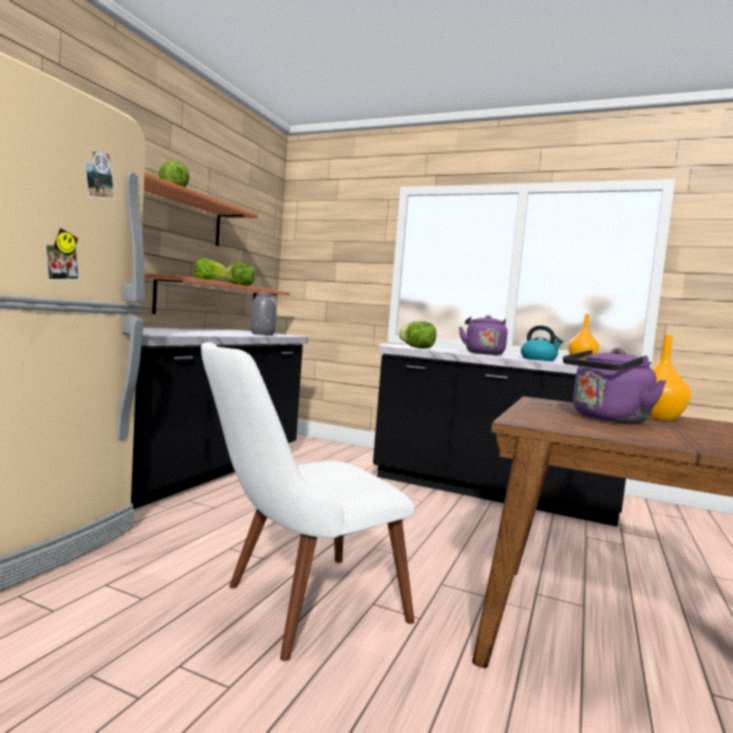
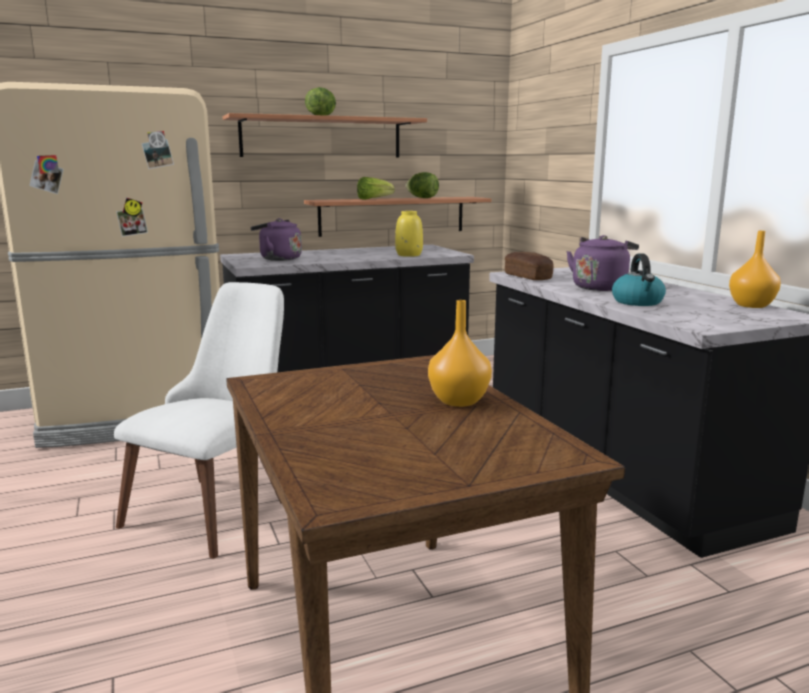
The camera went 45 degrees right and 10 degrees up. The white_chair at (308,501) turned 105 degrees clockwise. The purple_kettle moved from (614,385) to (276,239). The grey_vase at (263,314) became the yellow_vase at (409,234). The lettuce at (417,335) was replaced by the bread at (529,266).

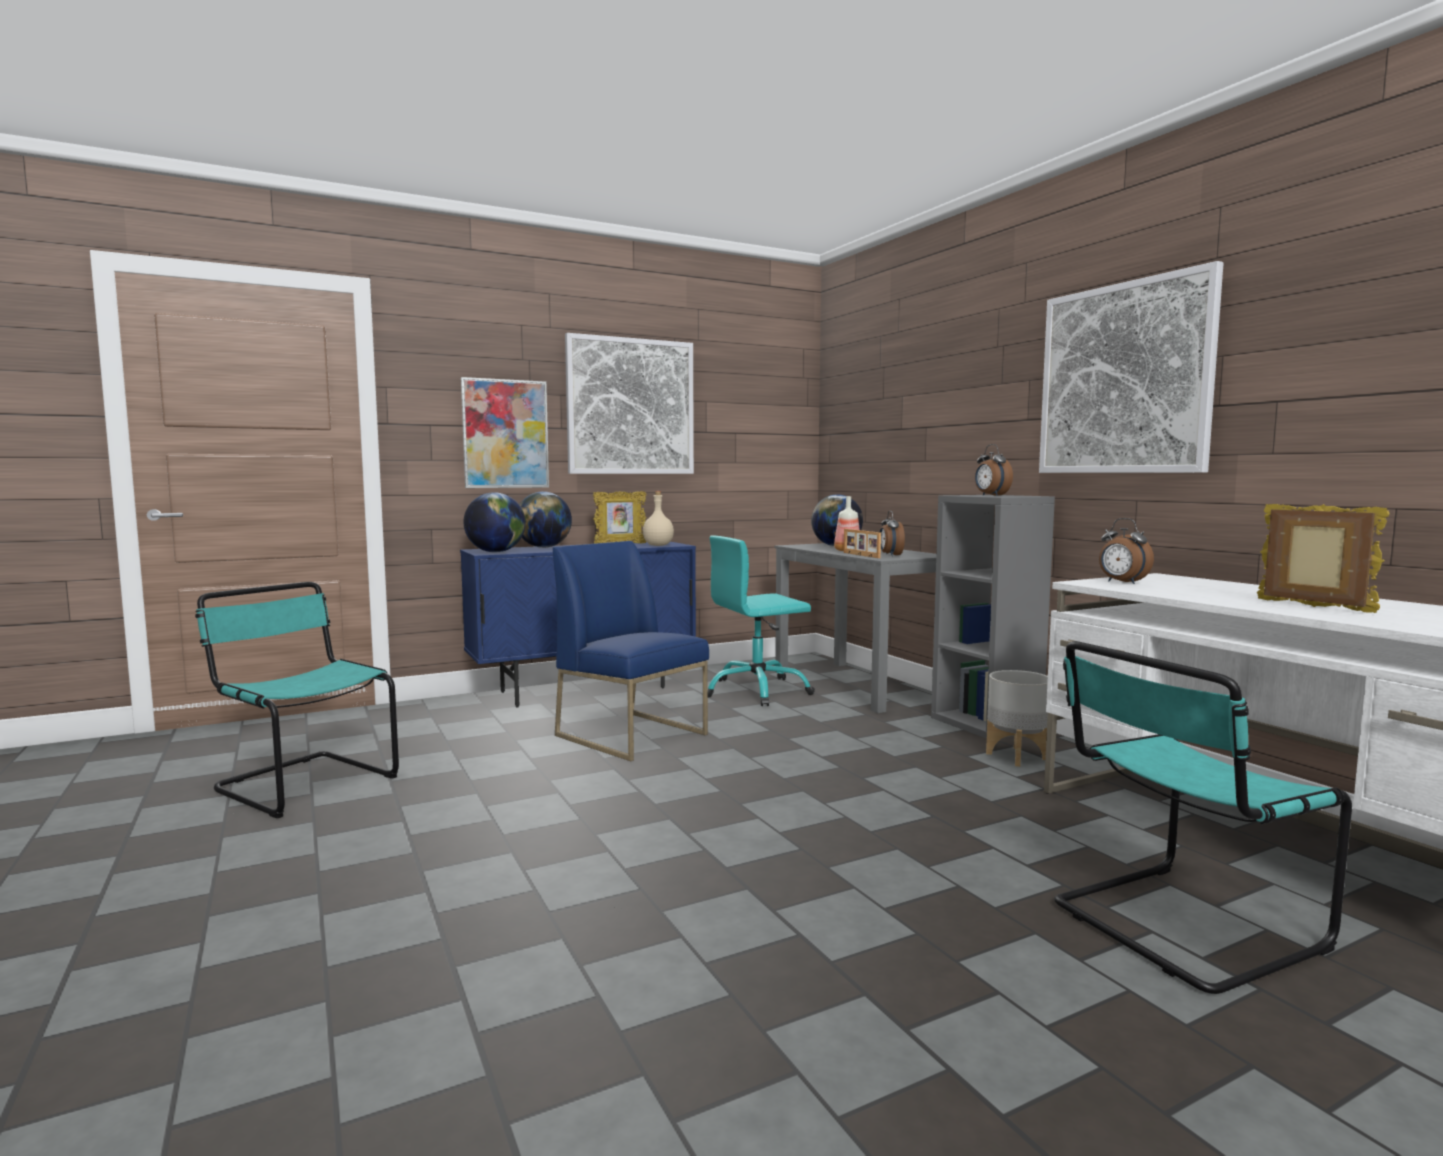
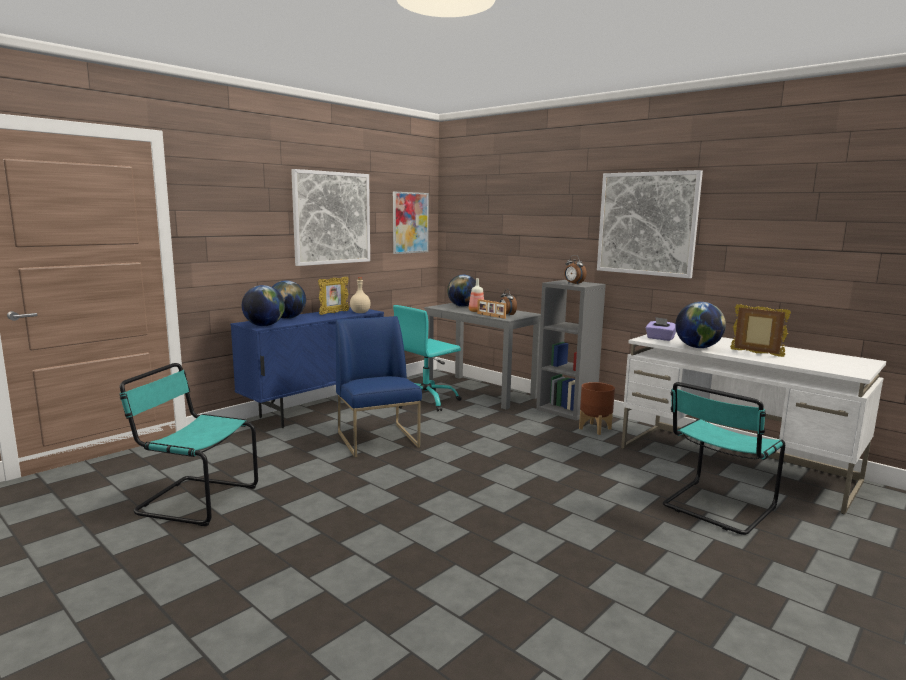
The camera went 20 degrees left and 5 degrees up. The blue_chair at (631,651) turned 45 degrees clockwise. The picture moved from (505,432) to (411,223). The grey_planter at (1017,718) became the brown_planter at (597,408). The alarm_clock at (1126,551) was replaced by the purple_tissue_box at (660,329). The globe at (700,325) appeared.

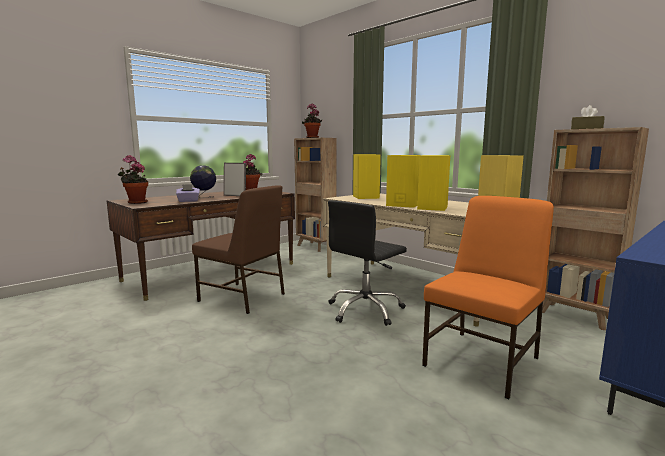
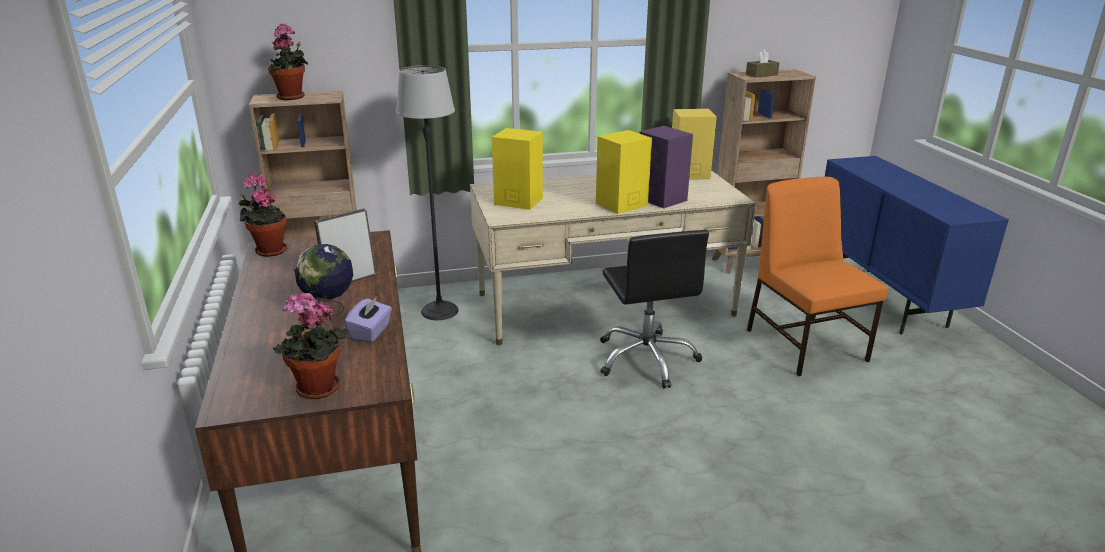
The camera went 60 degrees left and 15 degrees up. The floor_lamp at (427,192) appeared. The yellow_speaker at (433,183) became the purple_speaker at (666,167). The brown_chair at (238,249) disappeared.

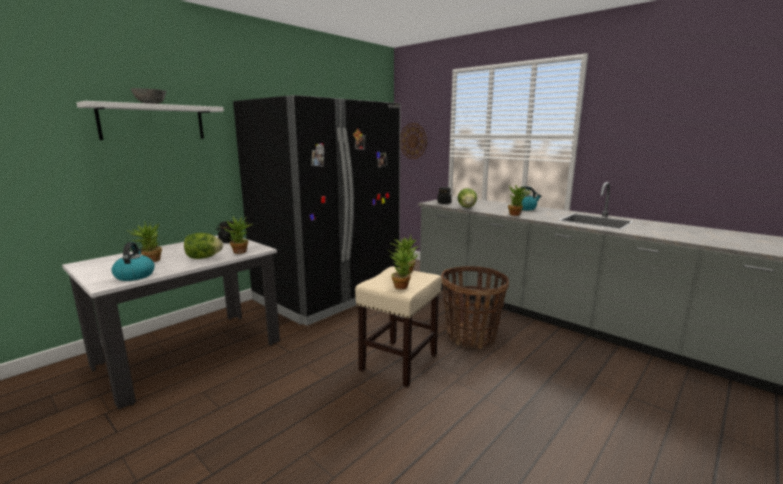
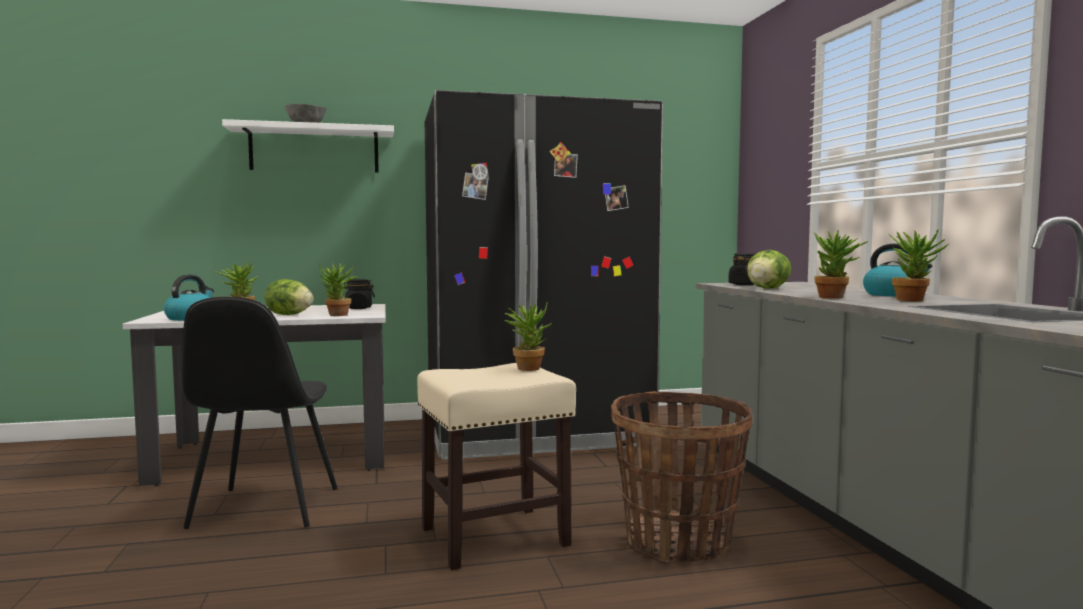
The camera went 35 degrees right and 10 degrees down. The black_chair at (259,413) appeared. The potted_plant moved from (403,269) to (918,265). The wall_clock at (413,141) disappeared.

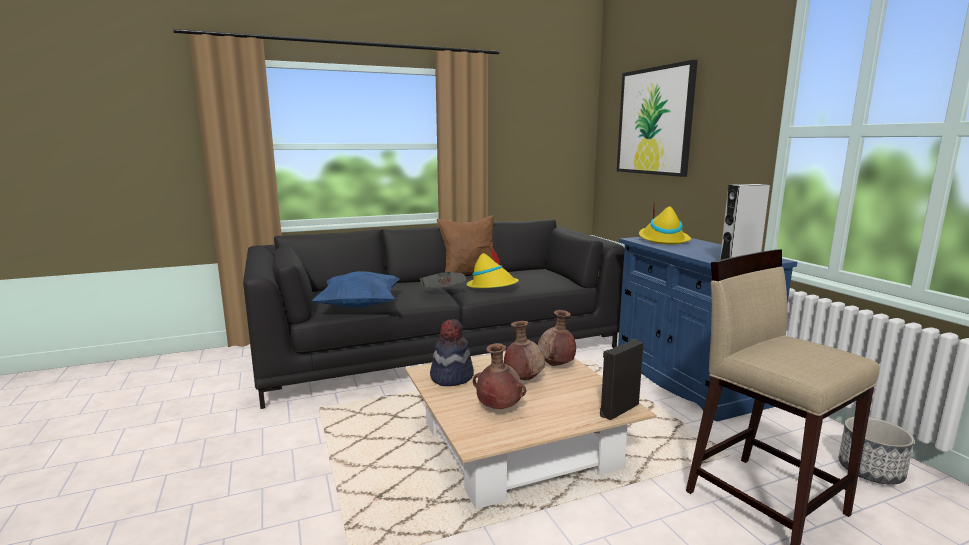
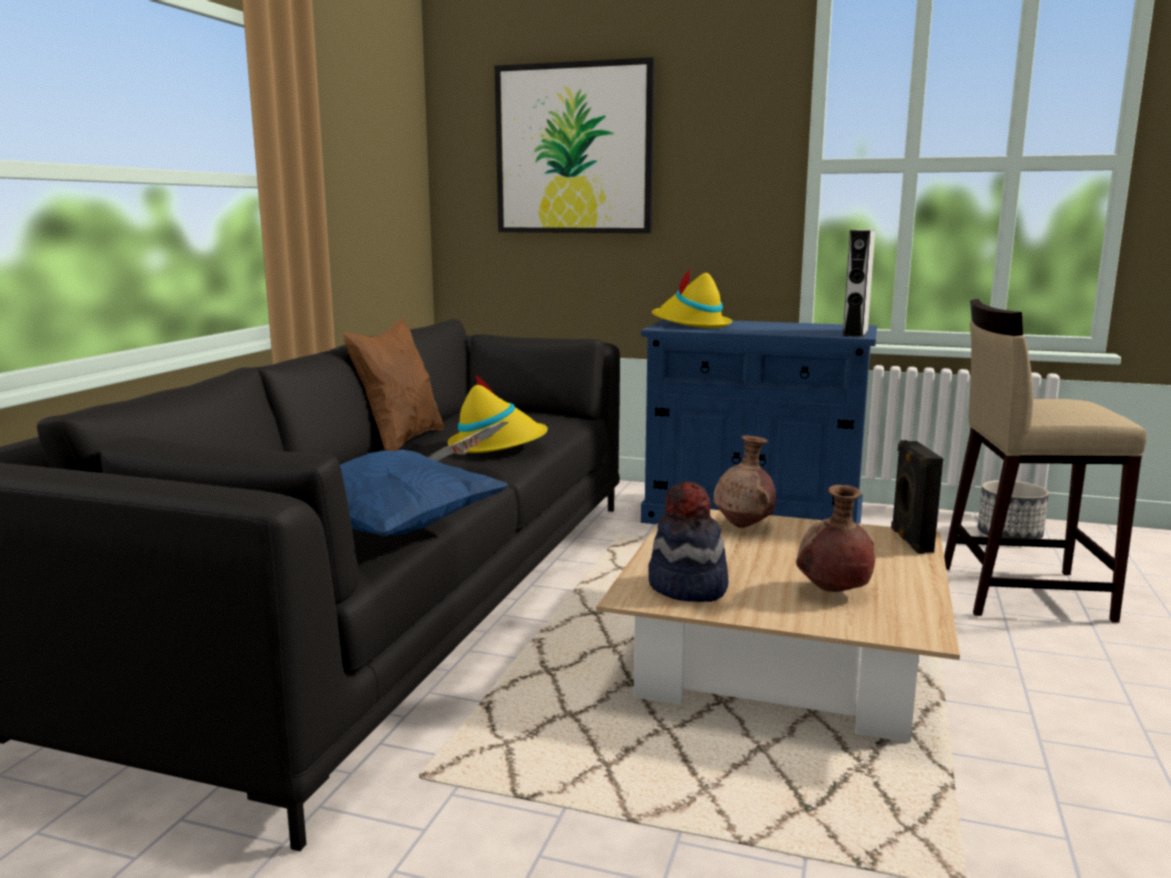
The camera went 50 degrees left and 0 degrees up. The brown_vase at (524,350) disappeared.

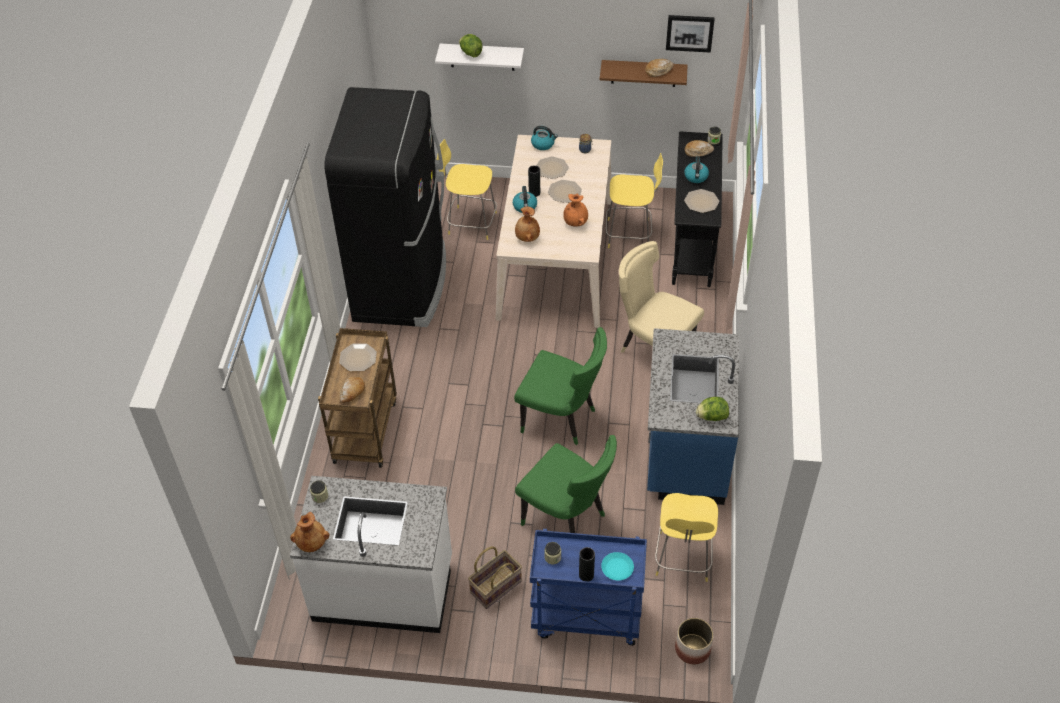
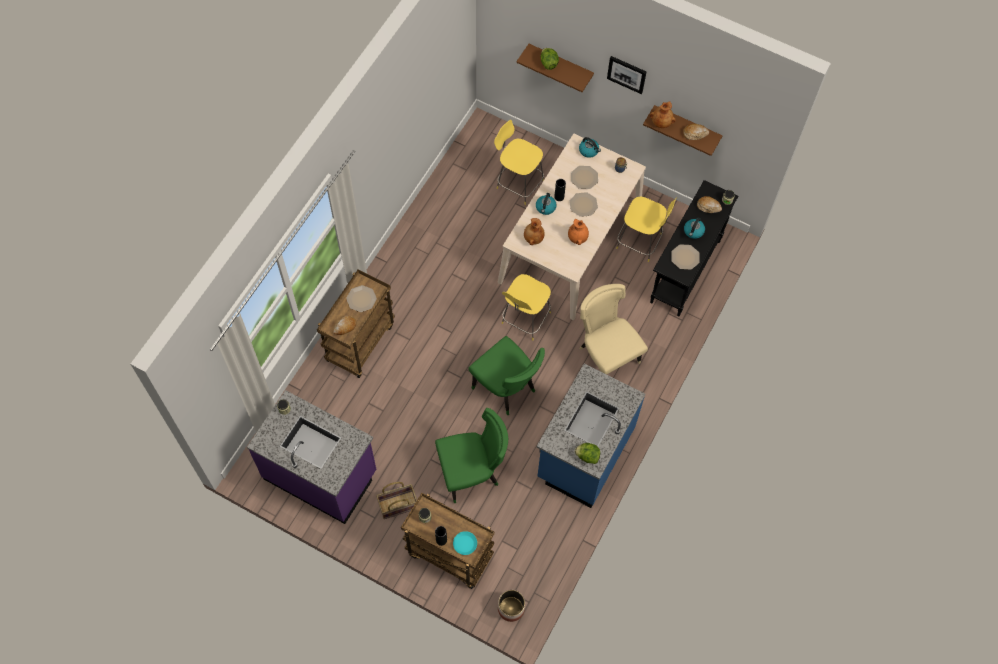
The camera went 20 degrees right and 15 degrees up. The white_counter at (371,554) became the purple_counter at (311,457). The blue_cart at (588,587) became the brown_cart at (448,541). The green_chair at (566,484) turned 75 degrees counterclockwise. The yellow_stool moved from (686,537) to (526,307). The white_shelf at (479,57) became the brown_shelf at (555,68). The picture moved from (690,34) to (626,75). The brown_vase moved from (309,532) to (663,115). The black_fridge at (385,207) disappeared.

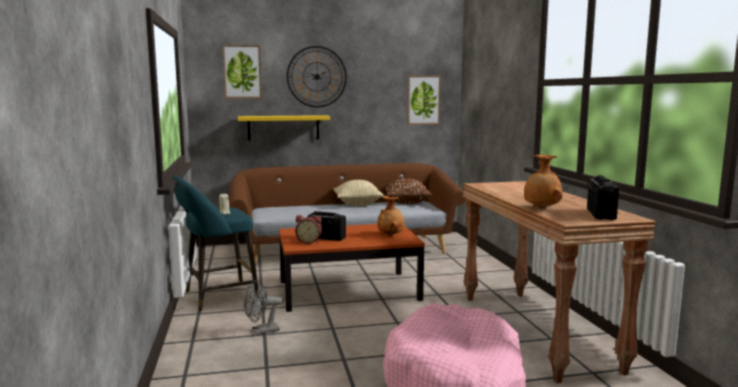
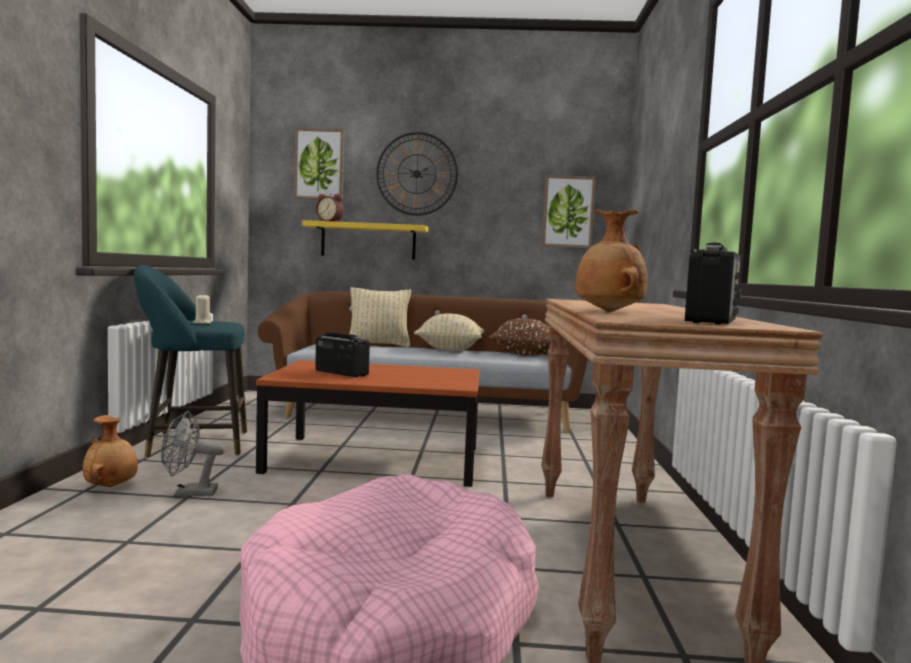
The camera went 15 degrees right and 5 degrees down. The brown_vase moved from (390,215) to (110,451). The alarm_clock moved from (308,229) to (330,208). The beige_pillow at (380,317) appeared.

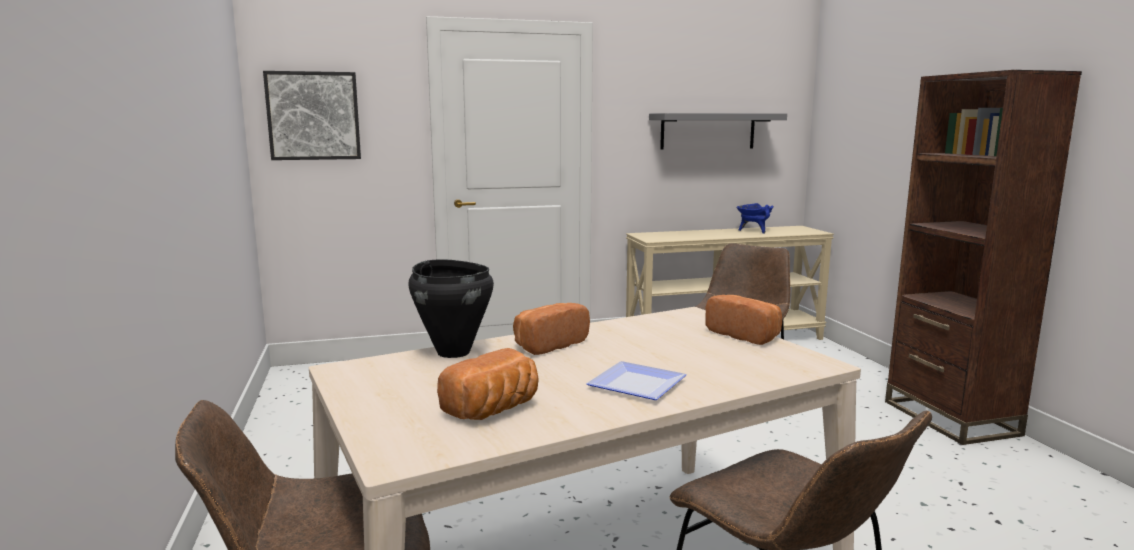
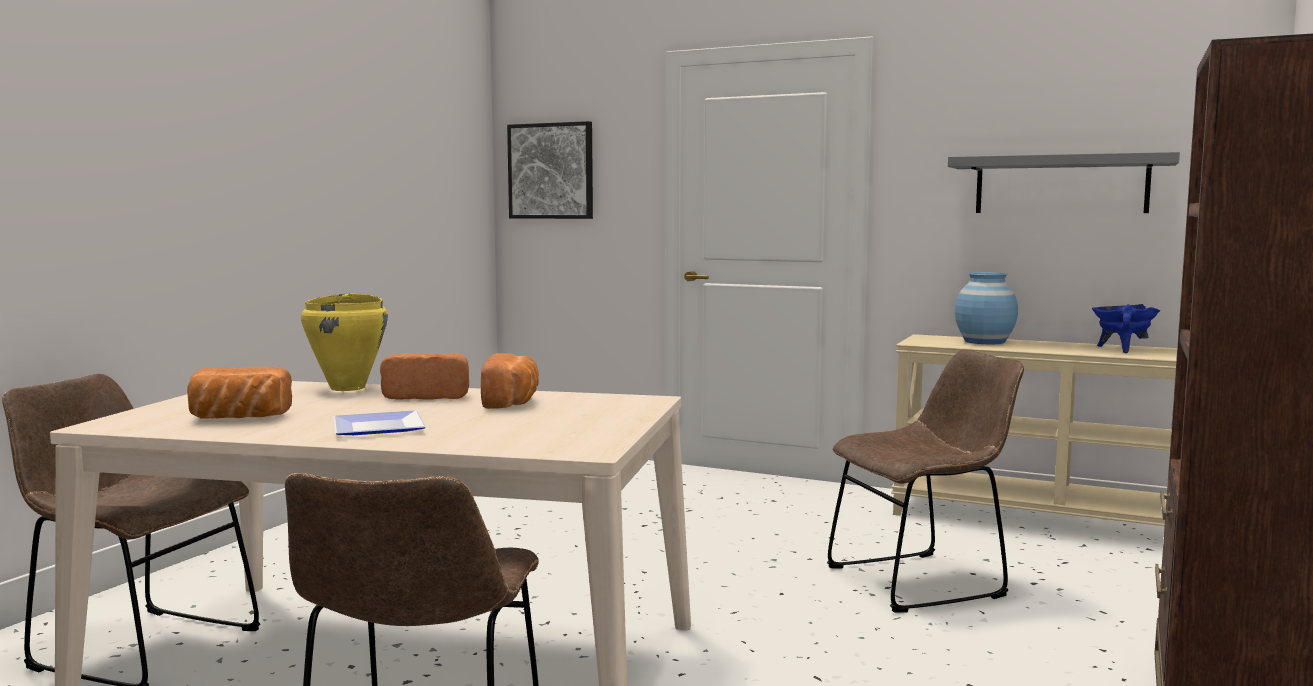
The camera went 40 degrees right and 5 degrees down. The black_cooking_pot at (451,308) became the yellow_cooking_pot at (344,342). The bread moved from (743,320) to (510,381). The blue_vase at (986,308) appeared.

